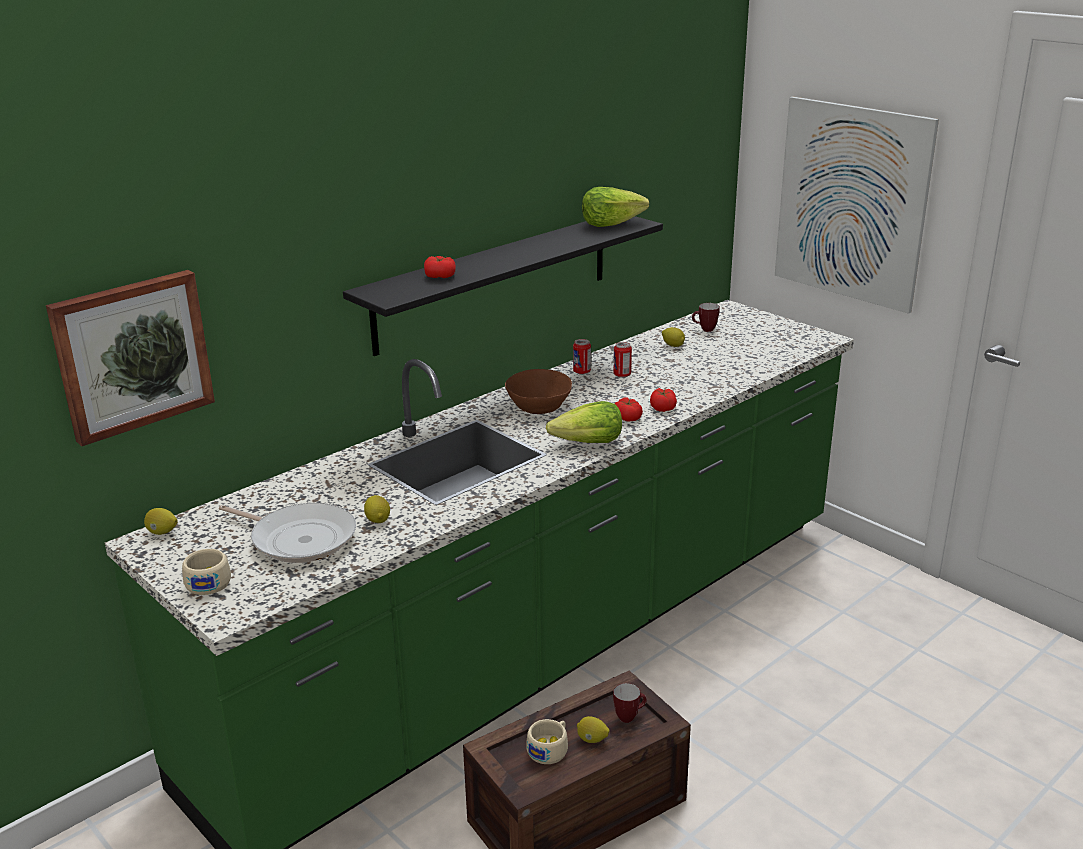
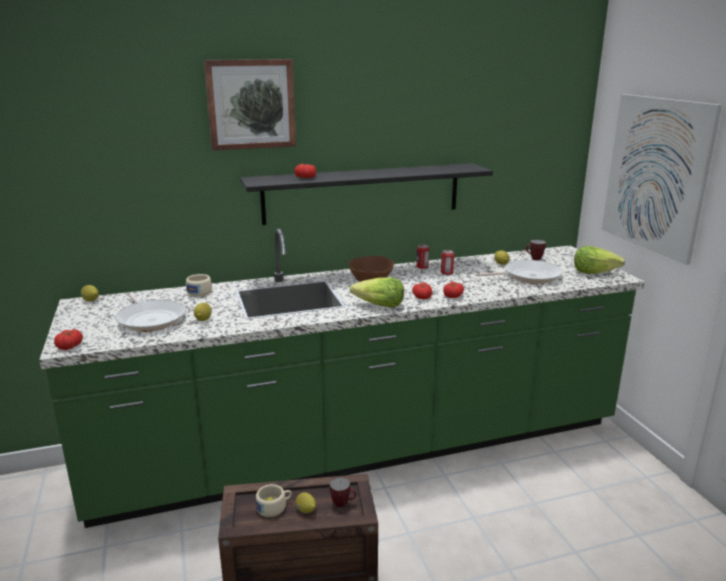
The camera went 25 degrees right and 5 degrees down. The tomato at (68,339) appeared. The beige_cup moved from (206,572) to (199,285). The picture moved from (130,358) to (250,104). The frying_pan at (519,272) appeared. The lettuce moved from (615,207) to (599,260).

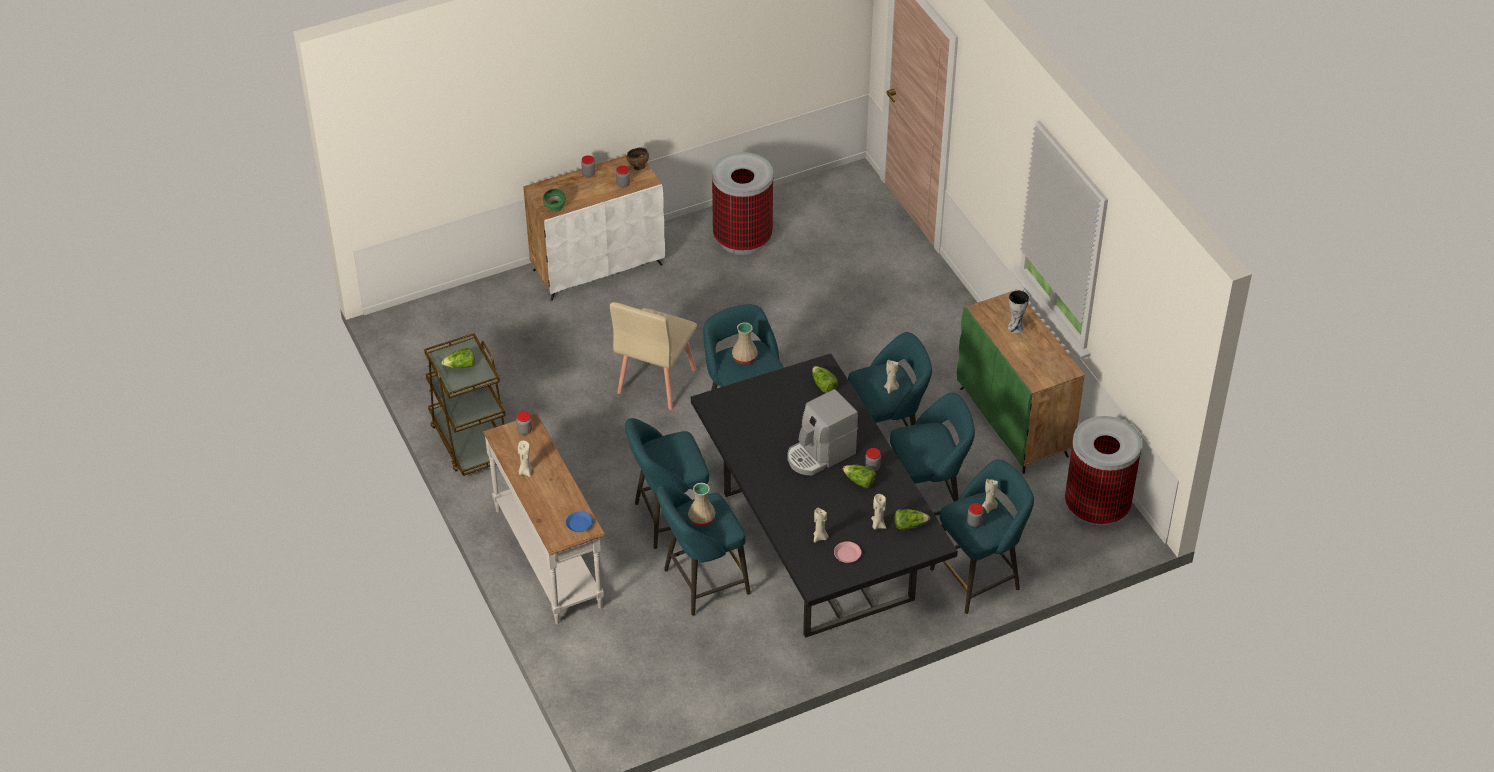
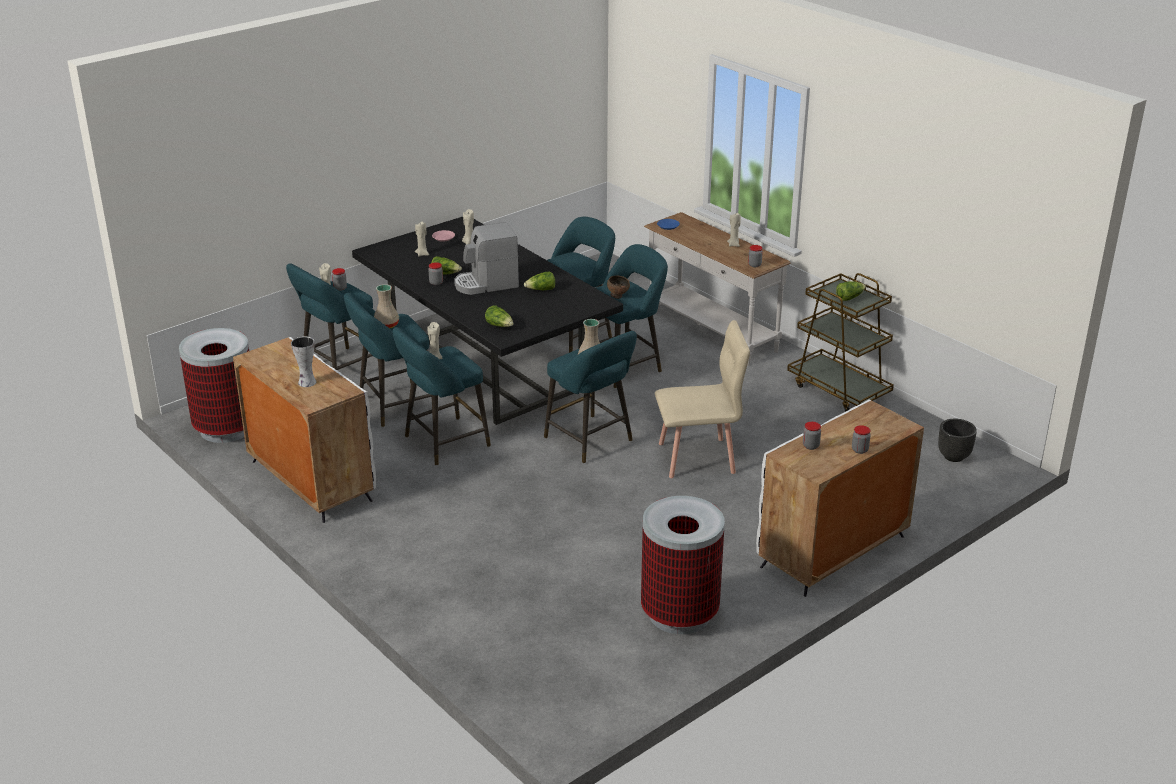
The camera went 165 degrees right and 15 degrees down. The green_cabinet at (1021,381) became the white_cabinet at (304,430). The beige_vase moved from (702,504) to (386,306). The coffee_machine at (823,432) turned 150 degrees counterclockwise. The lettuce moved from (912,519) to (539,281). The brown_bowl moved from (638,159) to (618,287). The beige_chair at (653,356) turned 75 degrees clockwise. The black_planter at (957,440) appeared. The green_bowl at (554,200) disappeared.

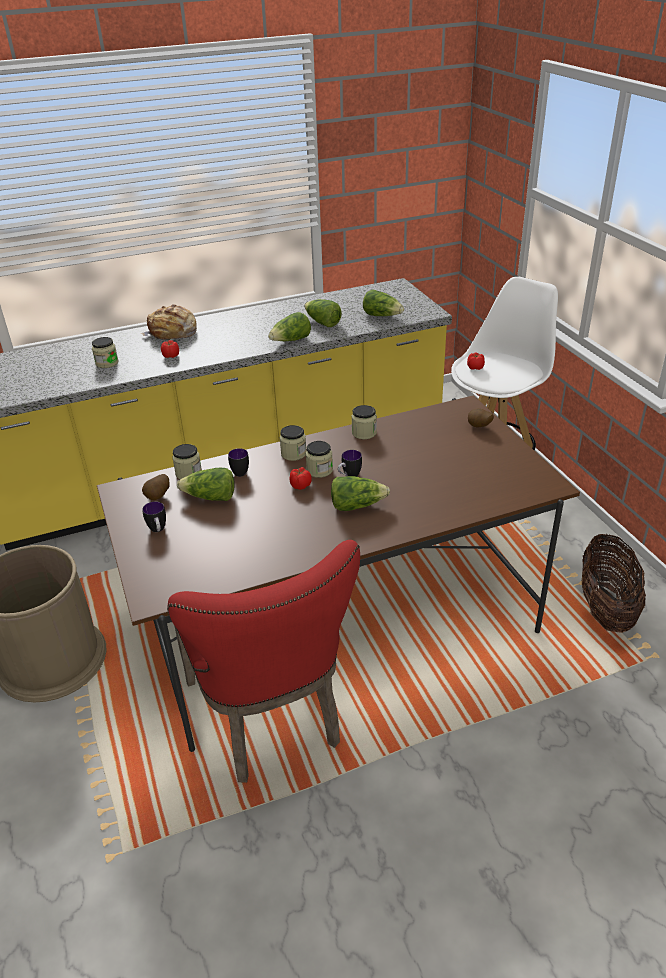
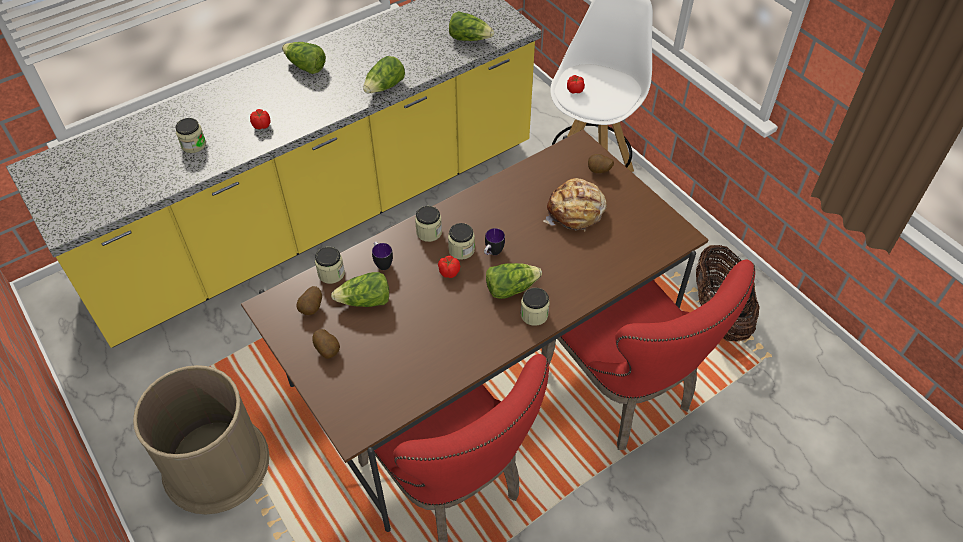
The camera went 15 degrees left and 15 degrees up. The lettuce moved from (323,313) to (304,58). The mug at (154,516) was replaced by the potato at (326,344). The jar moved from (364,422) to (535,307). The red_chair at (648,355) appeared. The bread moved from (169,322) to (575,204).

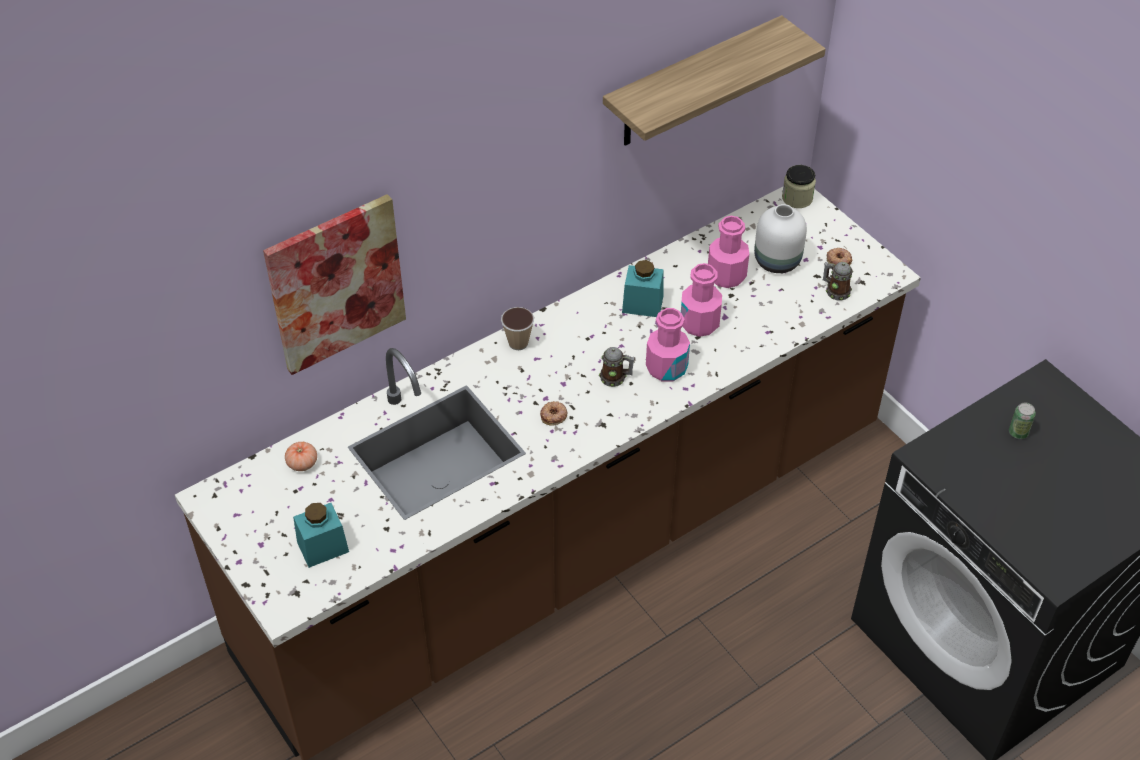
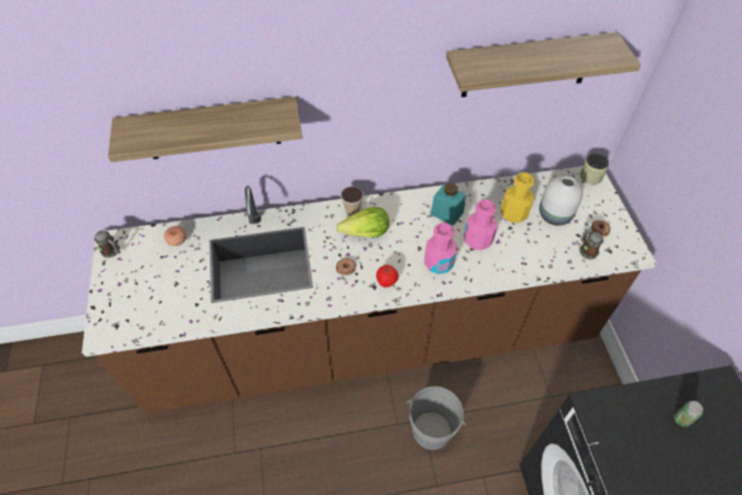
The camera went 25 degrees right and 5 degrees up. The mug moved from (617,367) to (107,244). The picture at (334,284) was replaced by the shelf at (205,129). The lettuce at (363,222) appeared. The tomato at (387,276) appeared. The grey_bucket at (436,418) appeared. The pink_bottle at (728,252) became the yellow_bottle at (517,197). The turquoise_jar at (321,535) disappeared.

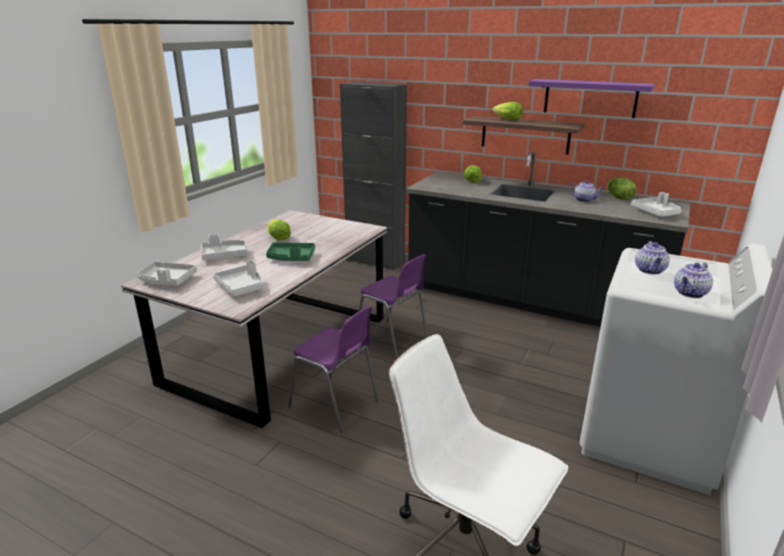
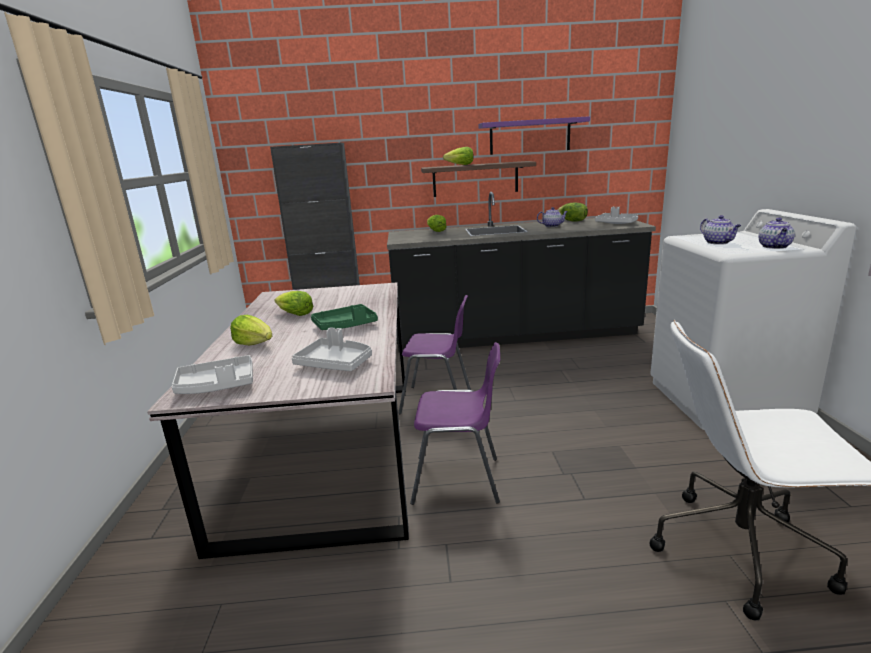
The camera went 30 degrees left and 5 degrees down. The grey_tray at (224,247) was replaced by the lettuce at (251,330).

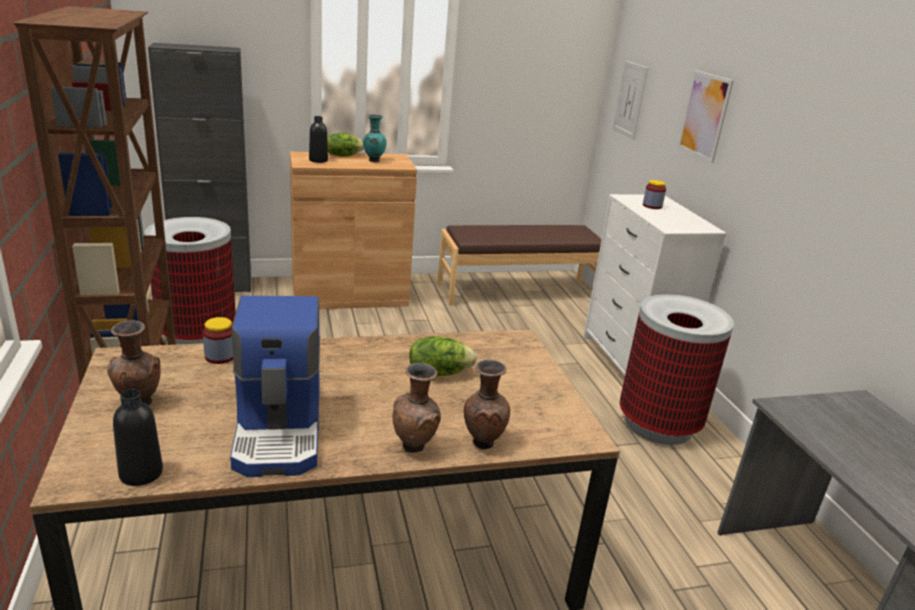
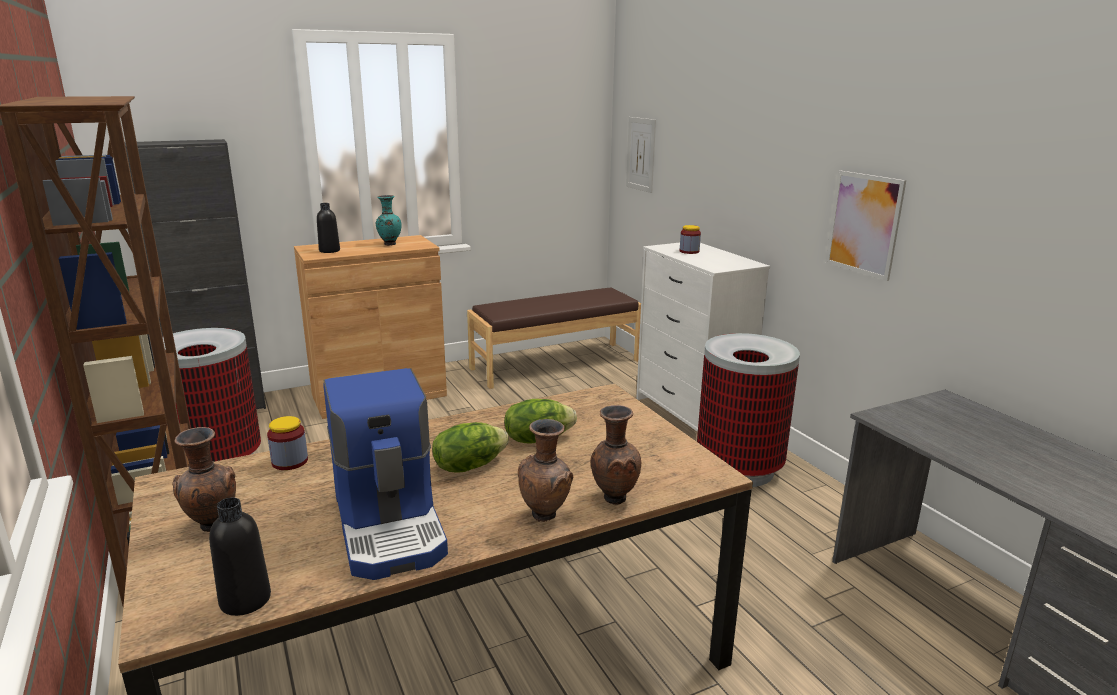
The camera went 10 degrees left and 5 degrees down. The lettuce moved from (345,144) to (470,447). The picture moved from (705,116) to (865,225).

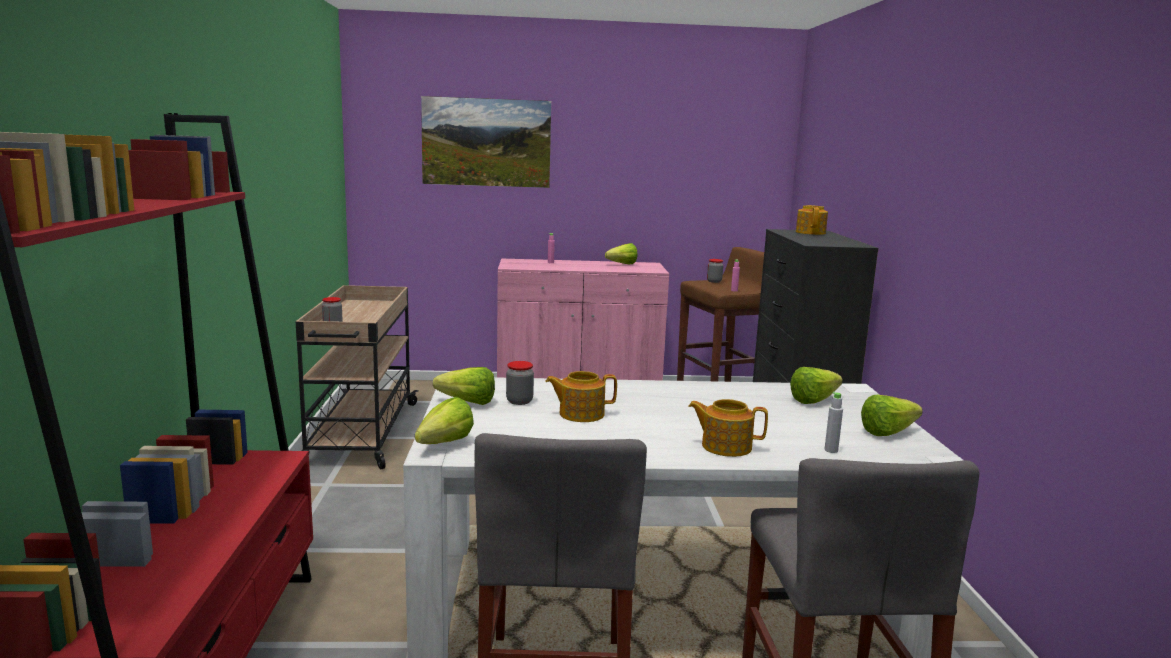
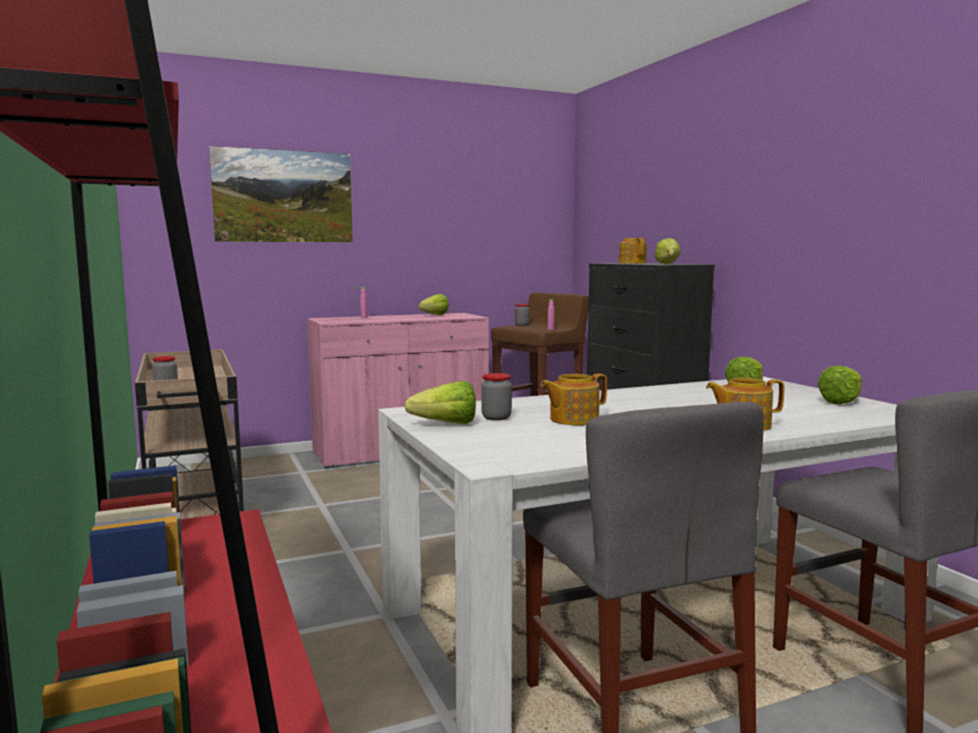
The camera went 20 degrees left and 5 degrees down. The lettuce moved from (444,420) to (668,251). The grey_bottle at (834,422) disappeared.

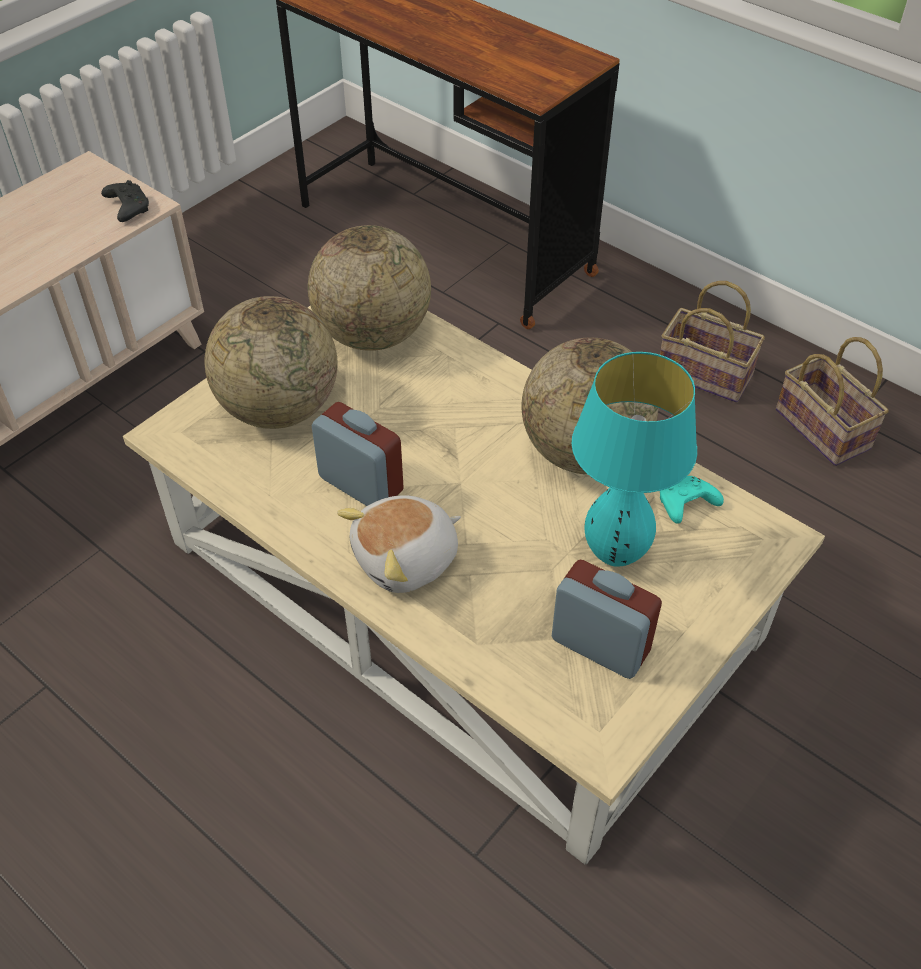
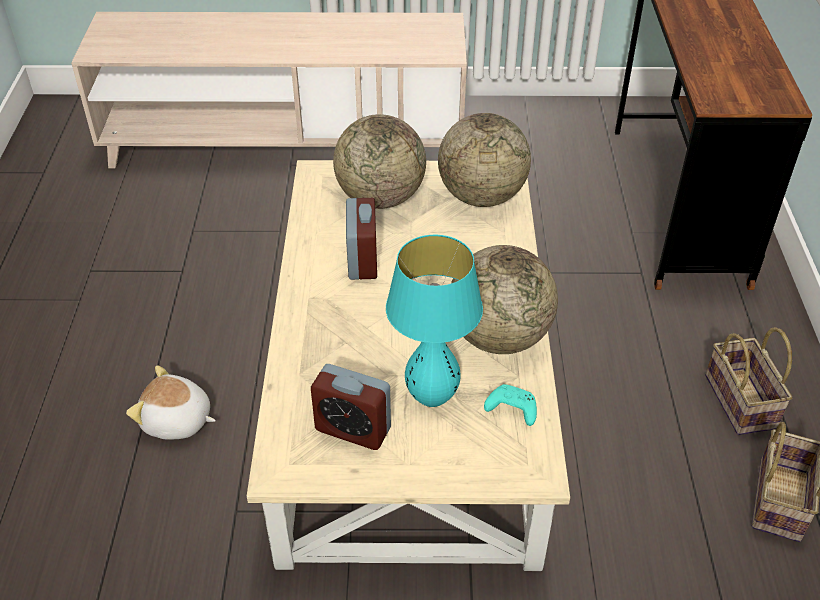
The camera went 50 degrees right and 5 degrees down. The plush_toy moved from (399,544) to (171,402). The alarm_clock at (607,619) turned 120 degrees clockwise. The black_game_controller at (125,201) disappeared.

